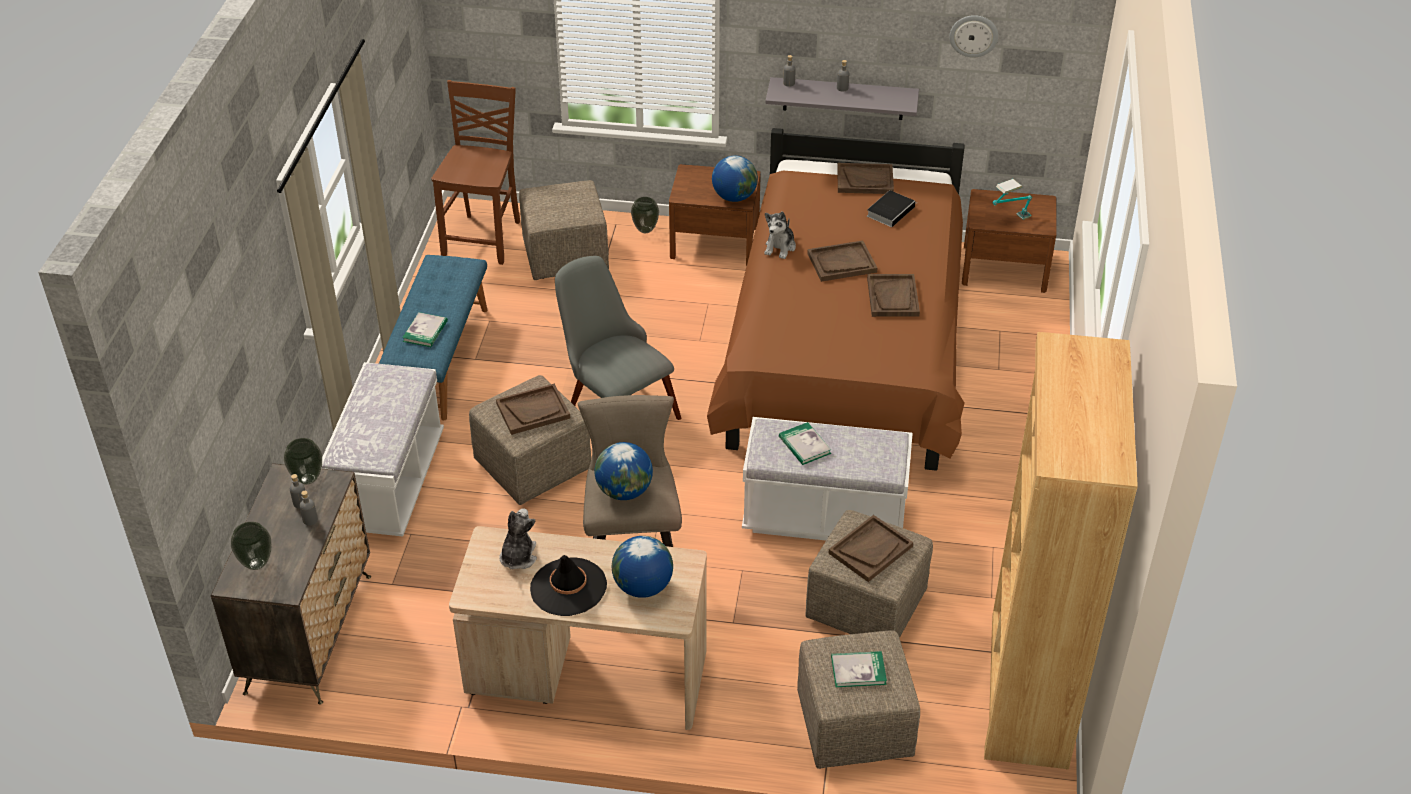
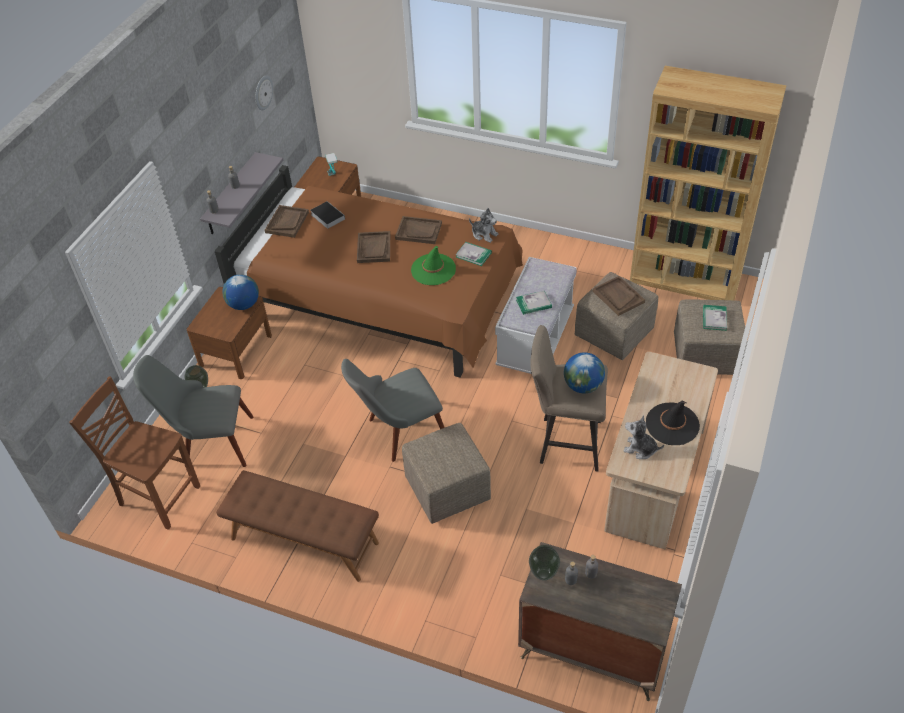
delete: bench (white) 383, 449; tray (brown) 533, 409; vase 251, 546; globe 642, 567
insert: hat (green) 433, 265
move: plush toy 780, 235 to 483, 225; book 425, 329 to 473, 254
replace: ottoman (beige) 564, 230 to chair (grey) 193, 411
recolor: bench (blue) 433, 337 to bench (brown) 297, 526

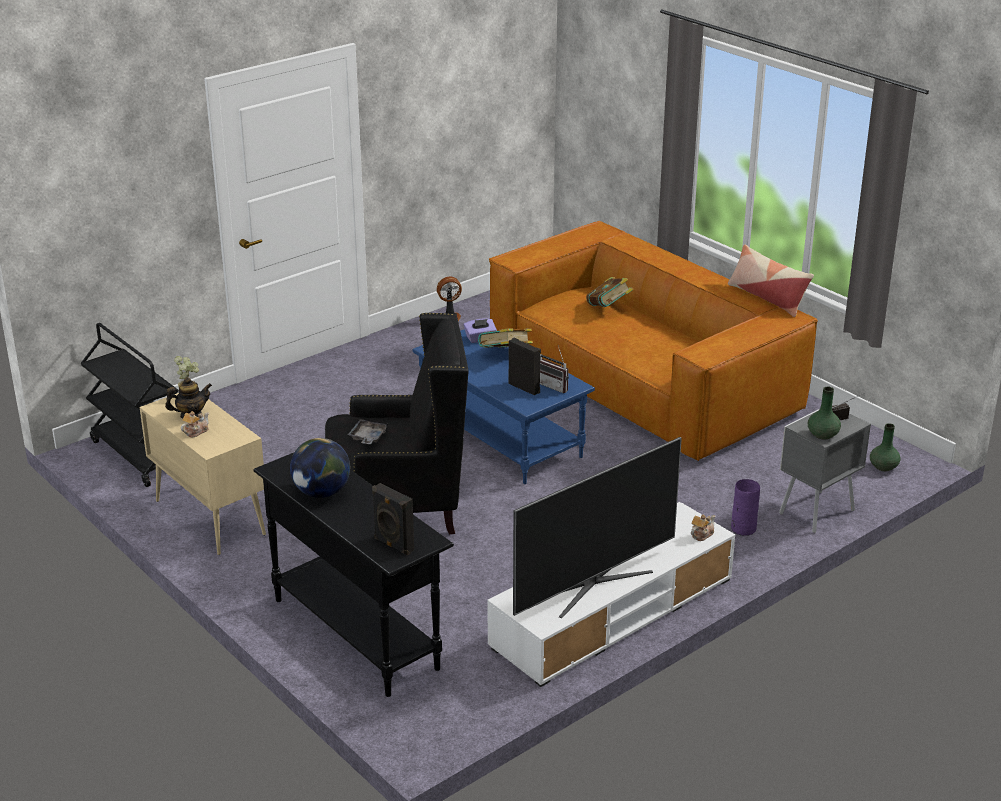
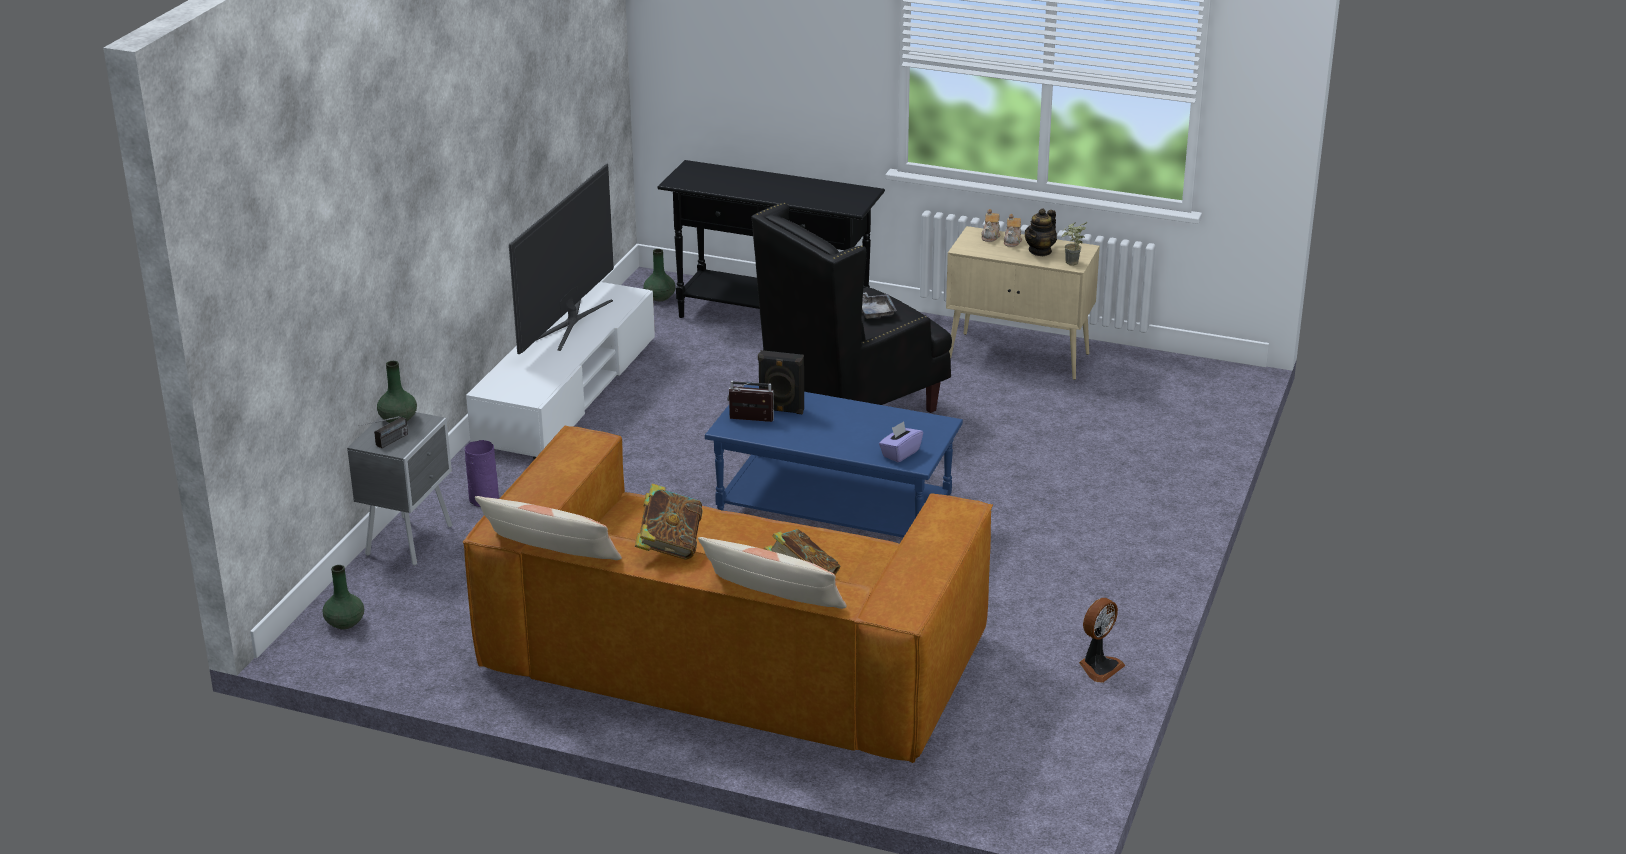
delete: cart (black) 129, 405; globe 320, 468; speaker (black) 393, 519
insert: vase (green) 660, 275; pillow 772, 573
move: book 505, 338 to 669, 521; teapot 703, 528 to 990, 225

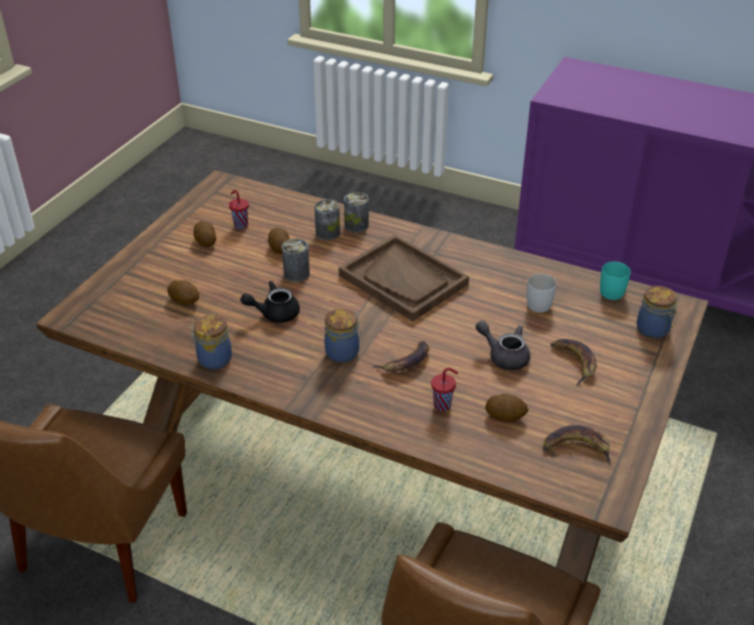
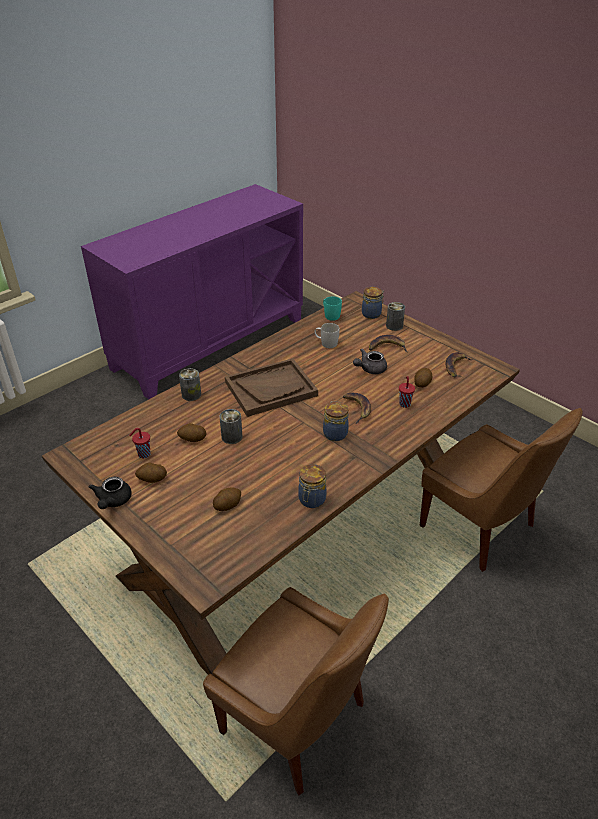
move: can 327, 220 to 395, 316; teapot (black) 270, 302 to 110, 493

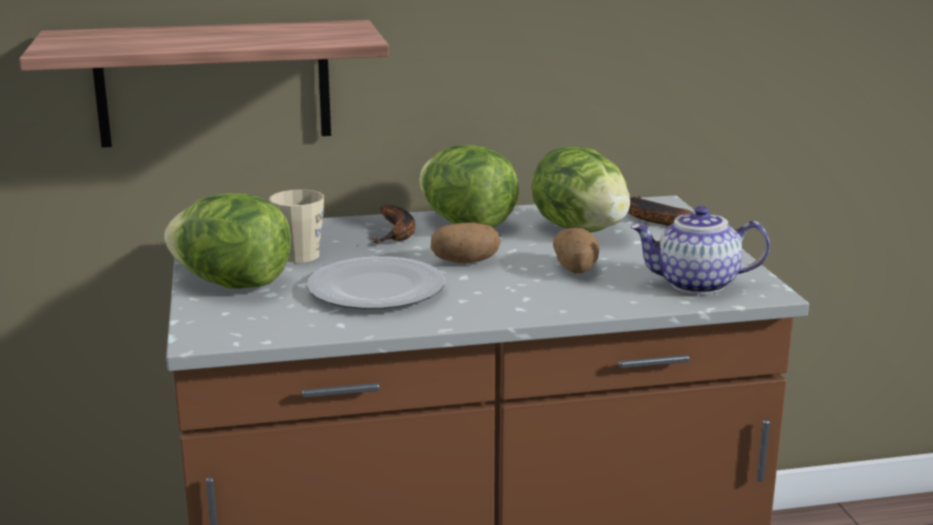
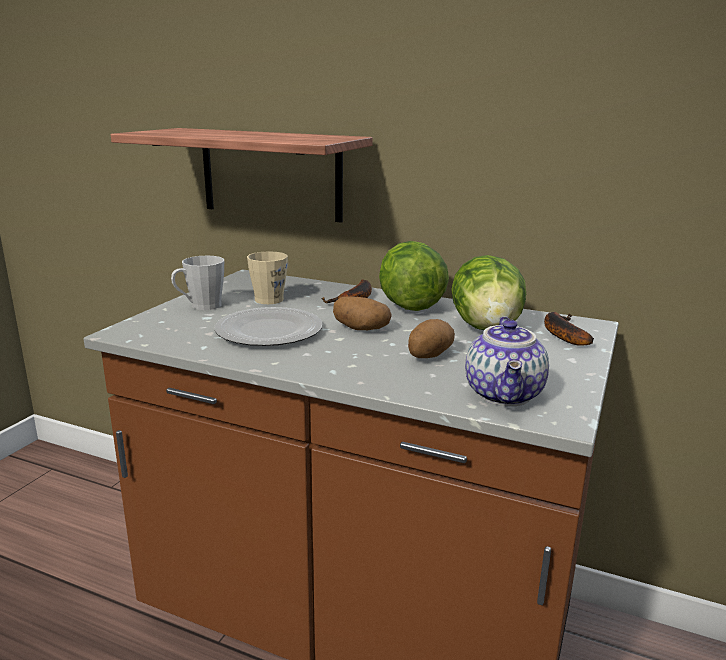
replace: lettuce 227, 241 to mug (grey) 197, 283
rotate: teapot 700, 250 = 507, 361 120 degrees counterclockwise

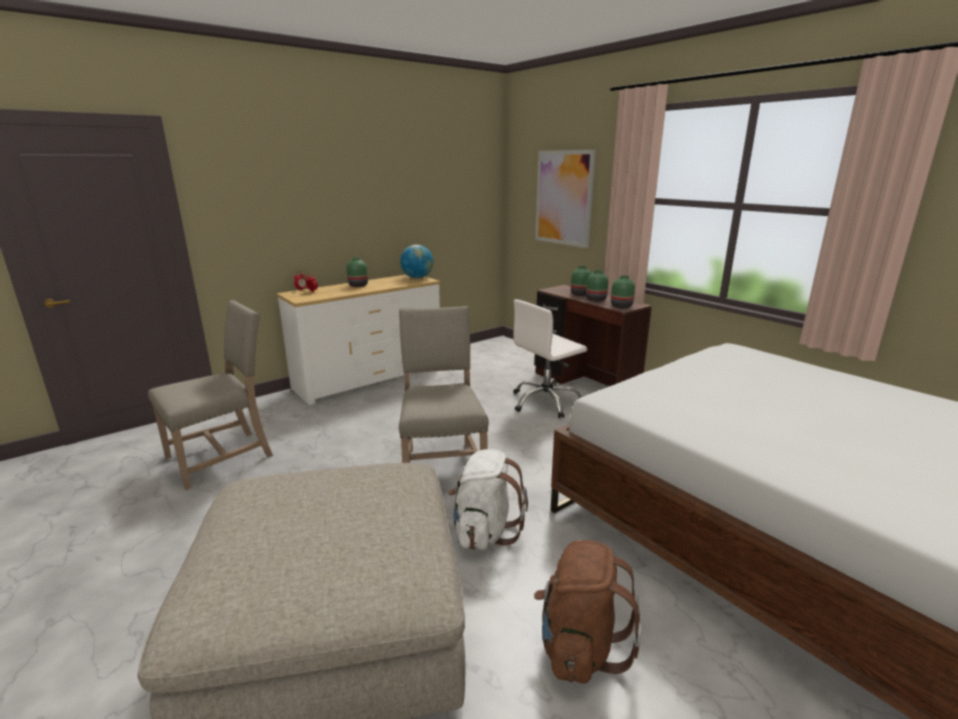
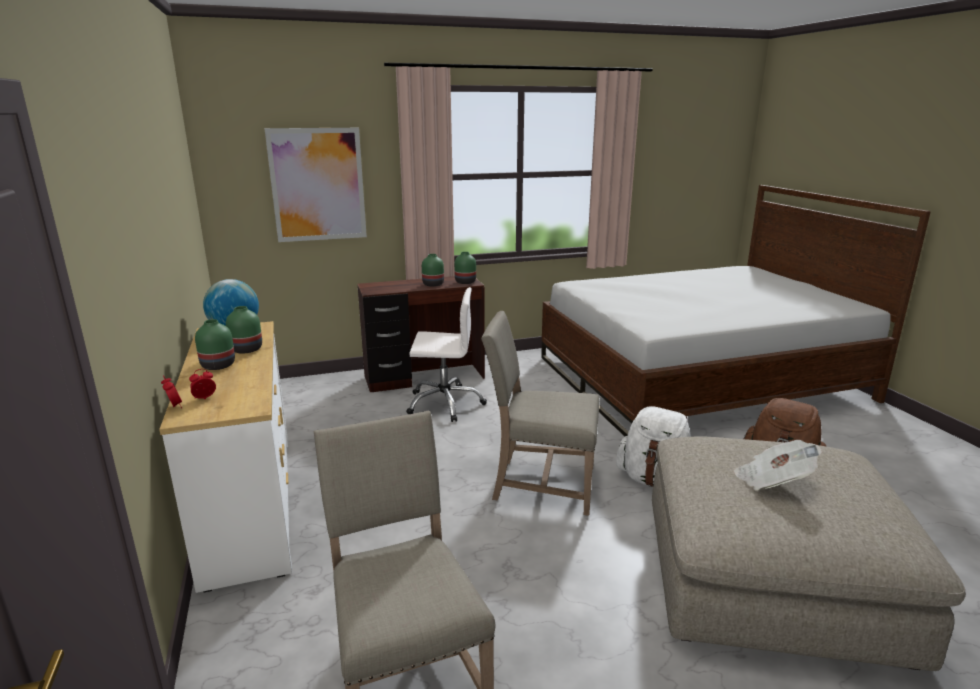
insert: newspaper 778, 465
move: vase (green) 581, 281 to 244, 330
rotate: office chair (white) 550, 358 = 446, 354 75 degrees counterclockwise

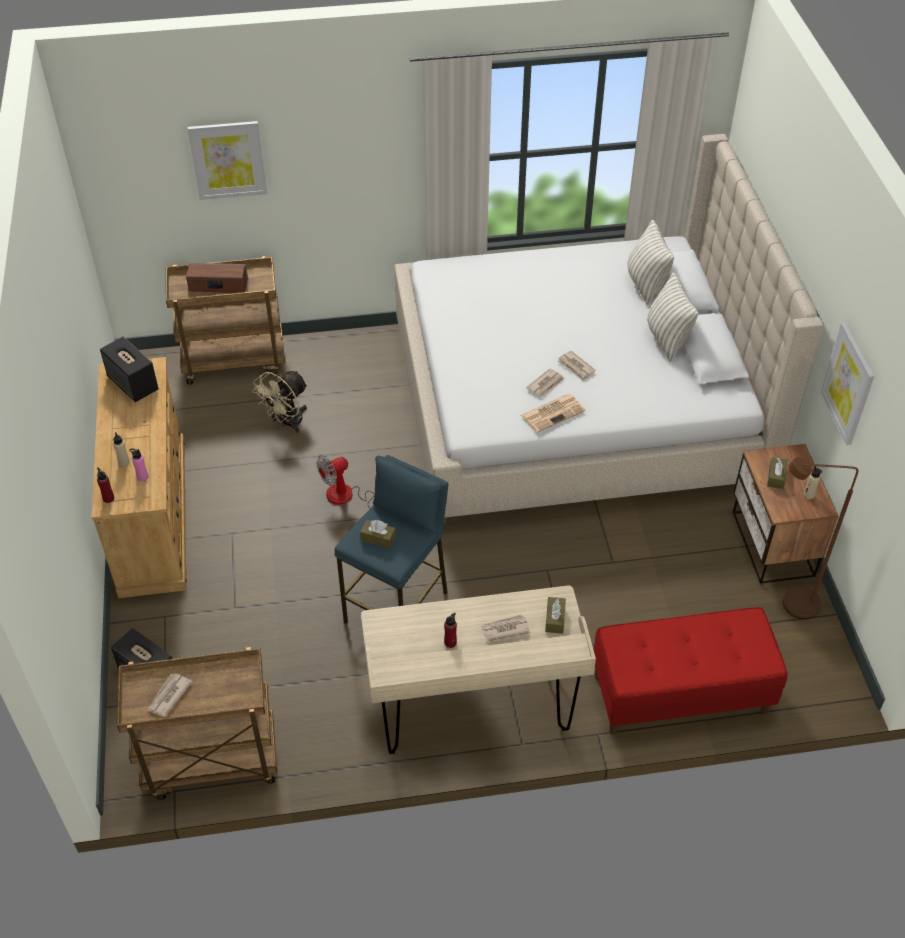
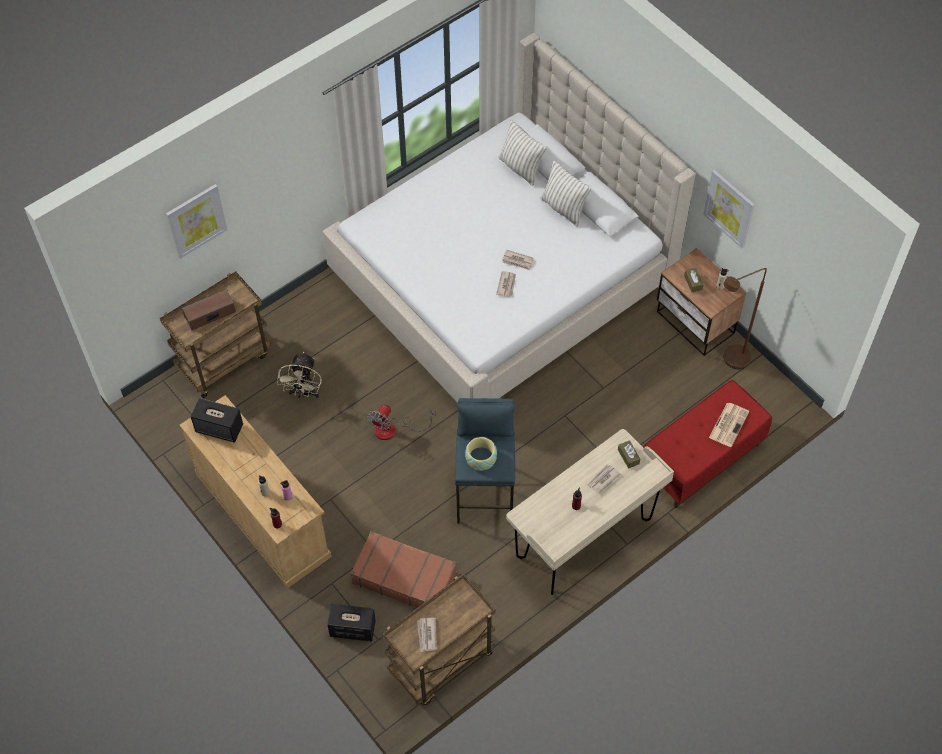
insert: suitcase (brown) 403, 569
move: newspaper 553, 413 to 729, 425
replace: tissue box (brown) 378, 534 to bowl 481, 454

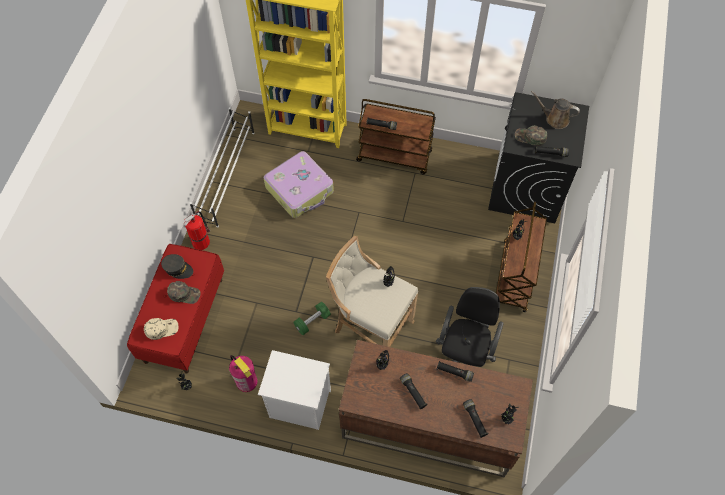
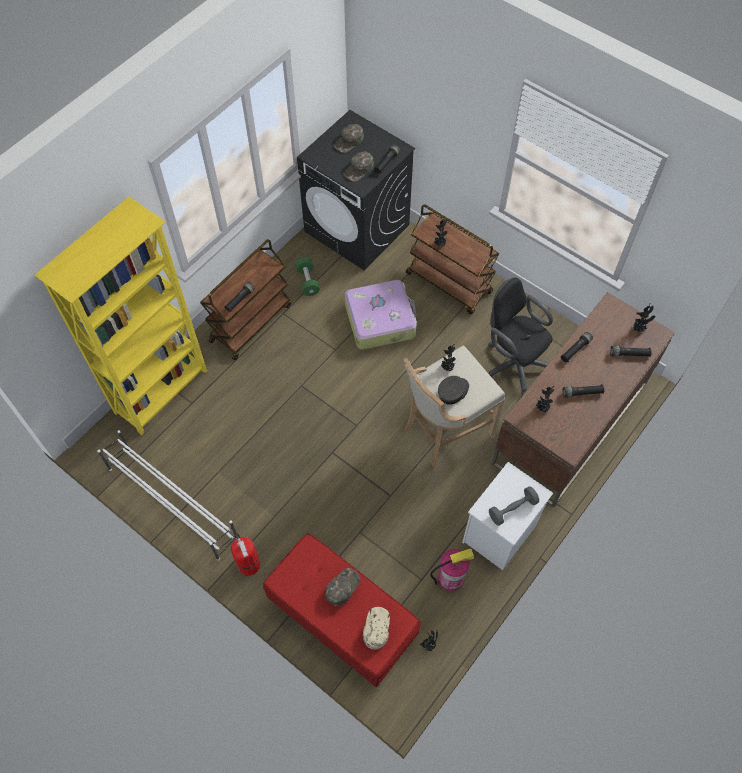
insert: dumbbell (grey) 514, 506
move: suitcase 299, 184 to 381, 315; cap (grey) 177, 266 to 453, 390; dumbbell (green) 312, 318 to 307, 276
replace: watering can (brown) 555, 110 to cap (green) 348, 138

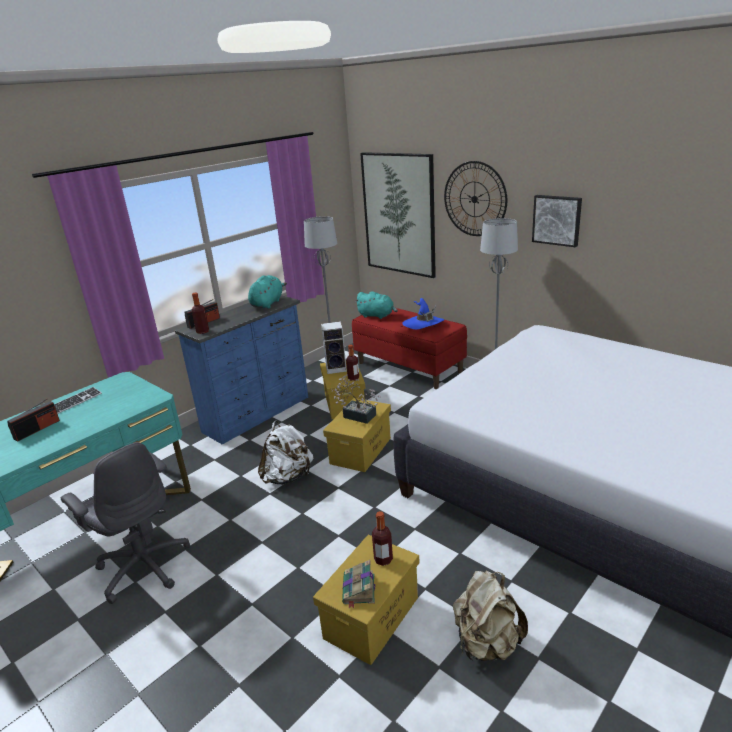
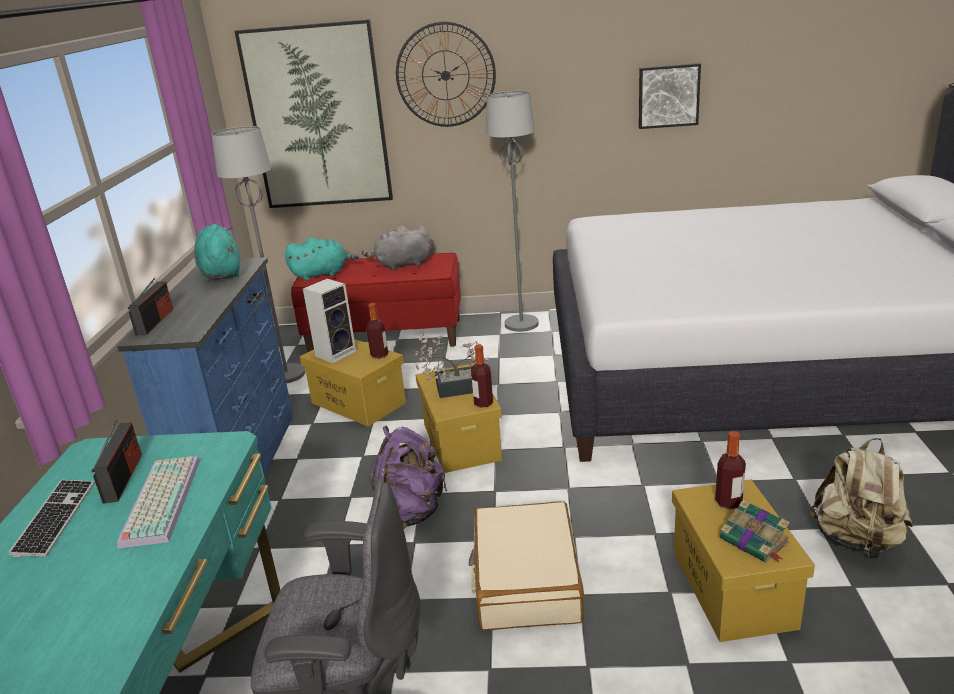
insert: keyboard 158, 502; suitcase (beige) 526, 565
move: picture 557, 221 to 670, 96; bottle 200, 313 to 482, 376; radio 33, 420 to 117, 461
replace: hat (blue) 423, 313 to plush toy (grey) 397, 248
recolor: backpack (white) 285, 453 to backpack (purple) 408, 477

